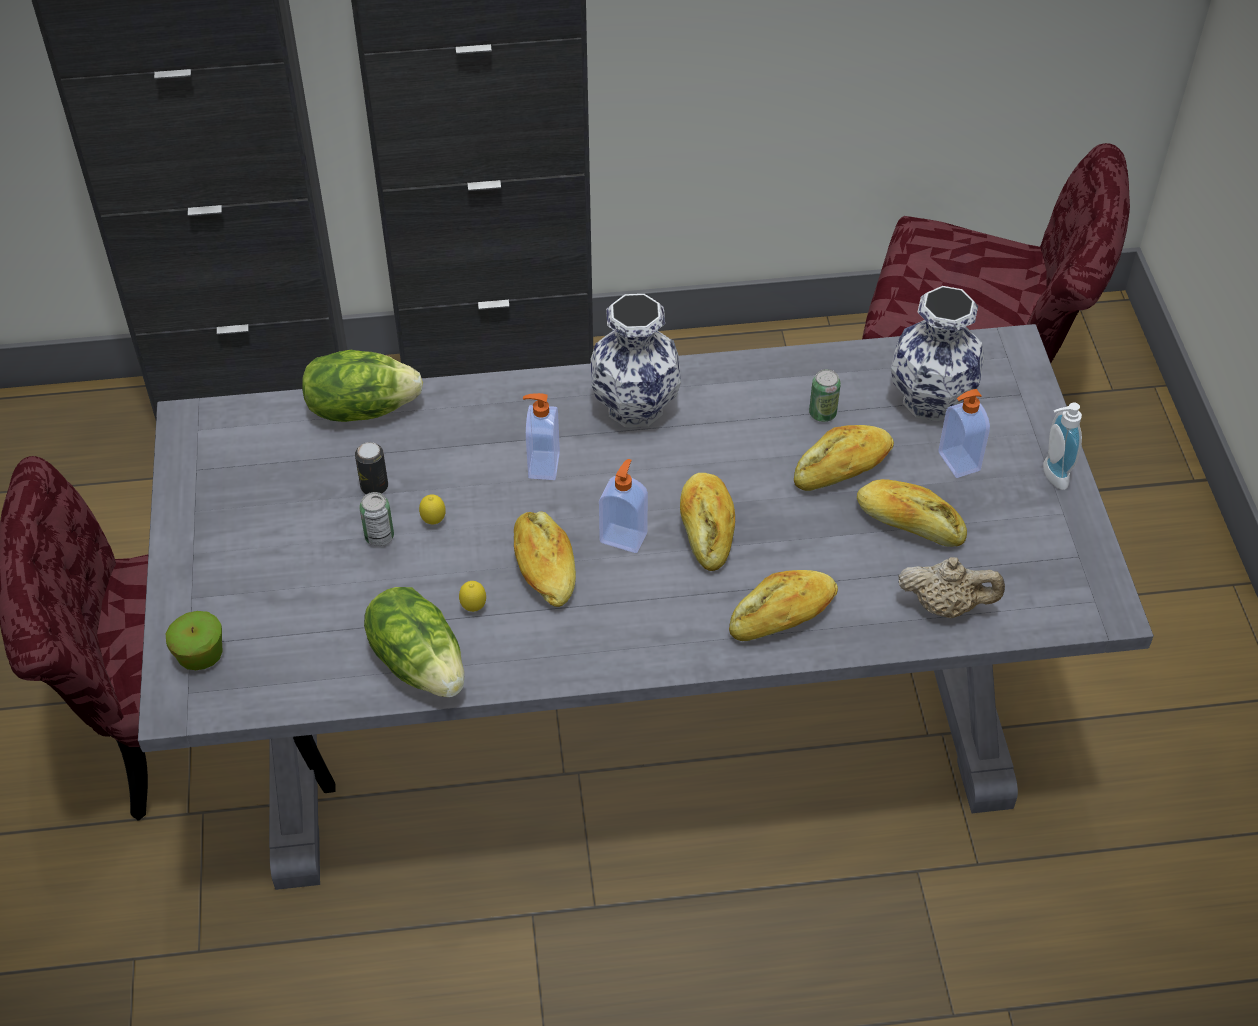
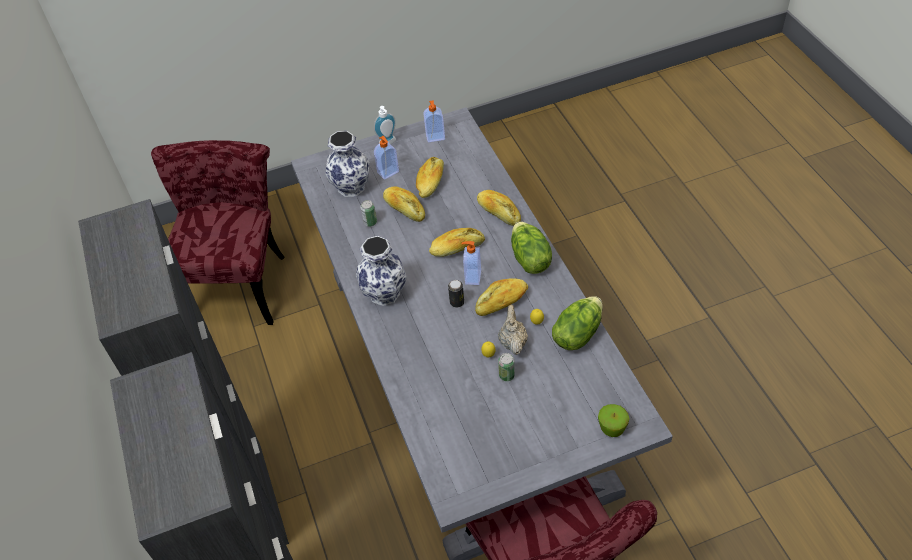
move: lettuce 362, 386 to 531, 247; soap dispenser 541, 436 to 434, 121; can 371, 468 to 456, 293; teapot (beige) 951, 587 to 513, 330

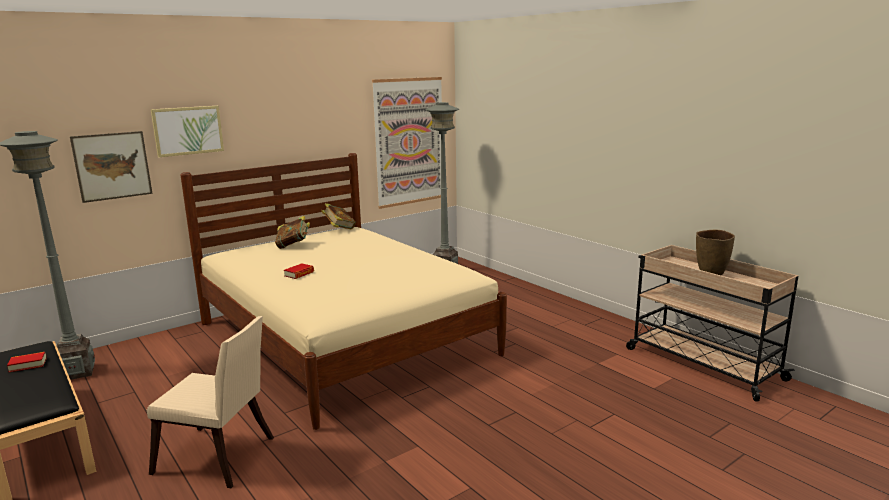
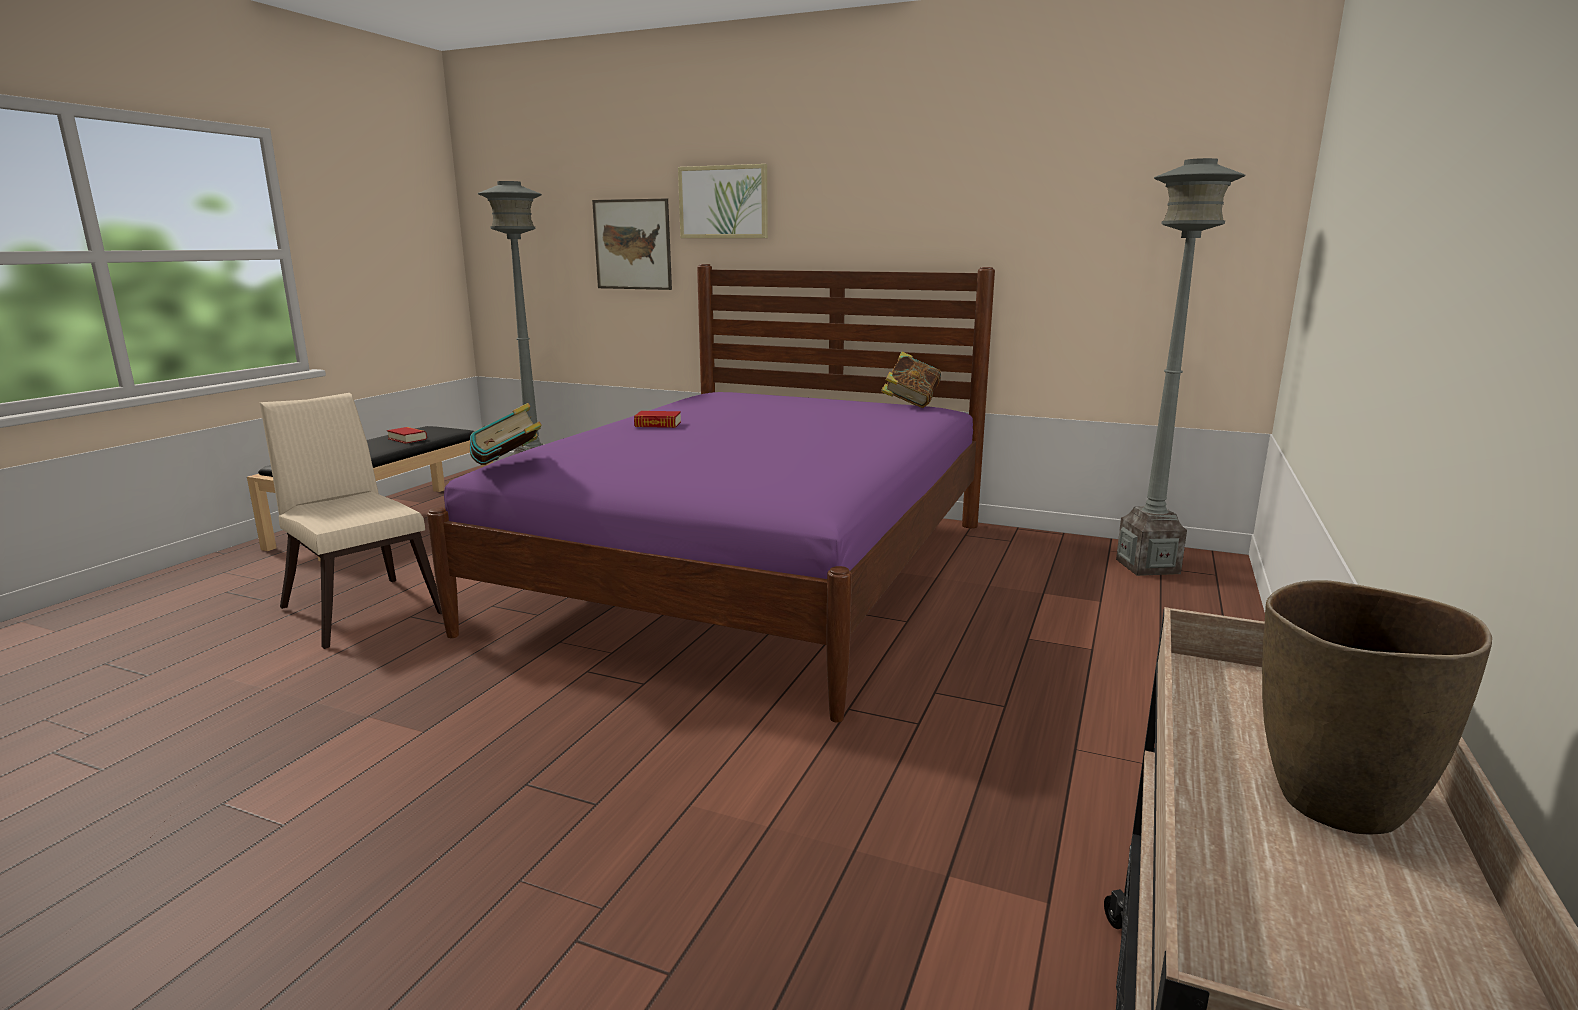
delete: picture 407, 143
move: book 292, 232 to 506, 434
recolor: bed (beige) 343, 291 to bed (purple) 711, 493
rotate: chair (beige) 210, 402 = 351, 521 150 degrees clockwise

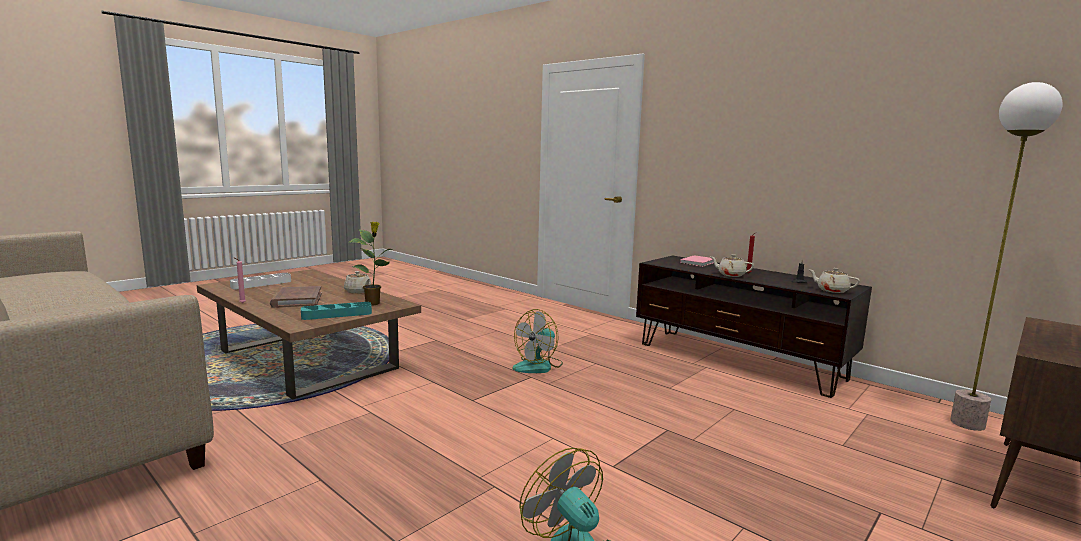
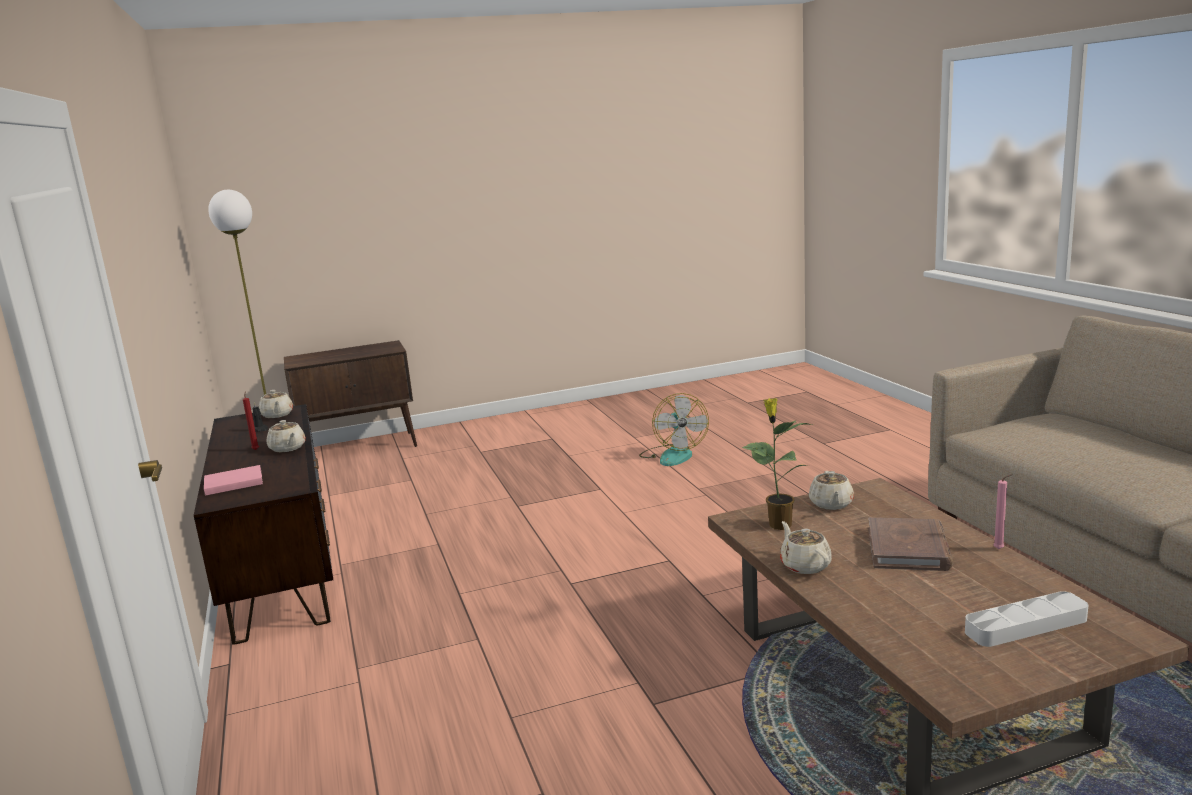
delete: fan 538, 341
replace: tray (turquoise) 336, 311 to teapot (beige) 831, 490

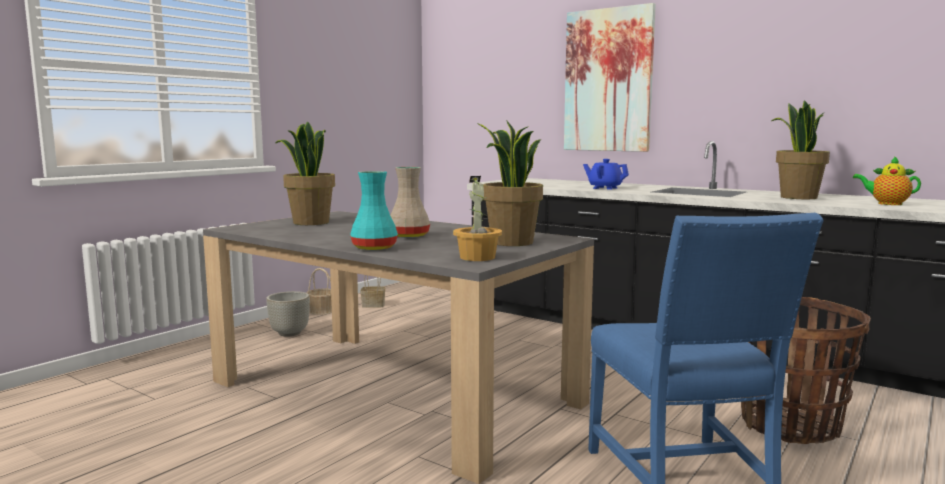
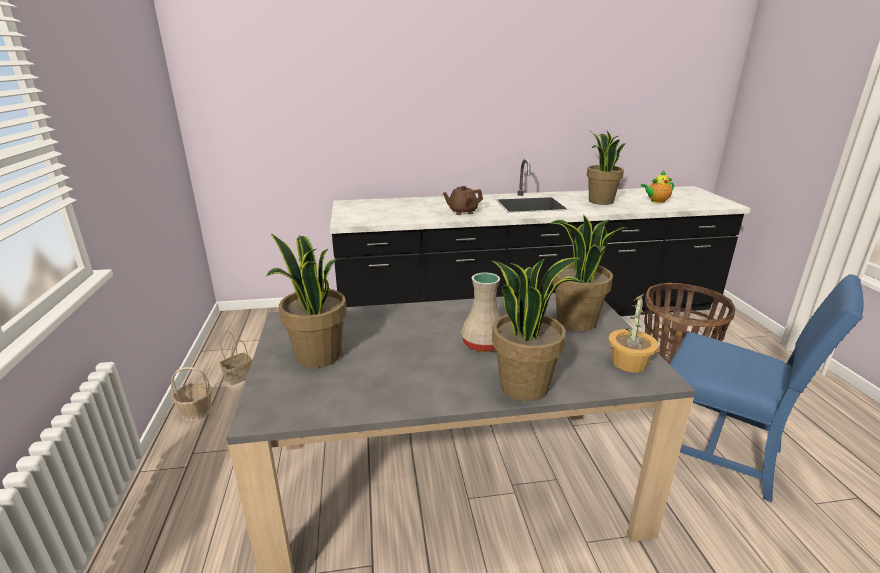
delete: picture 610, 77; planter (grey) 288, 314
replace: vase (turquoise) 374, 210 to potted plant 537, 329
recolor: teapot (blue) 606, 174 to teapot (brown) 463, 200

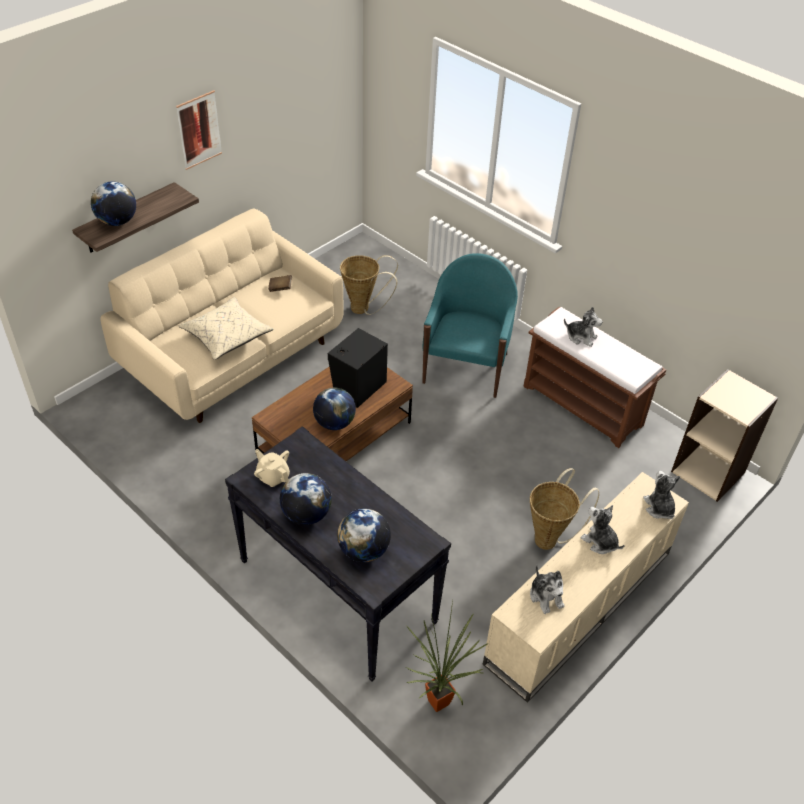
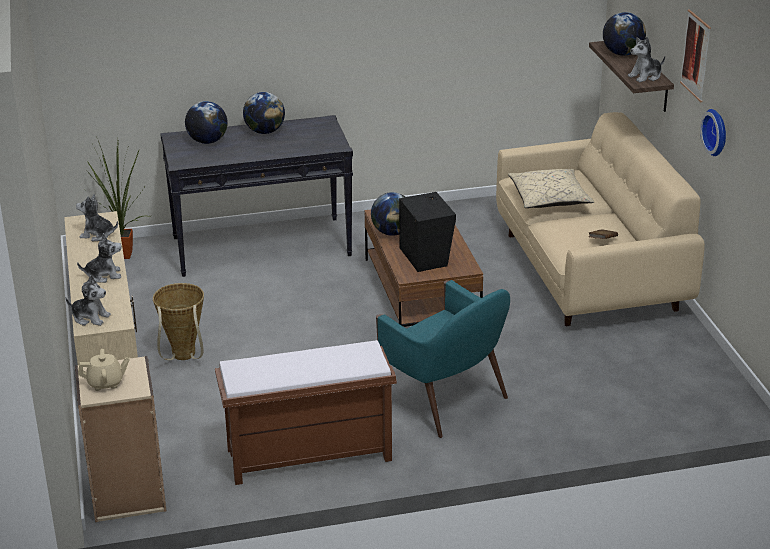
delete: basket 369, 285
insert: wall clock 713, 132
move: plush toy 583, 327 to 646, 59; teapot (beige) 272, 468 to 104, 370

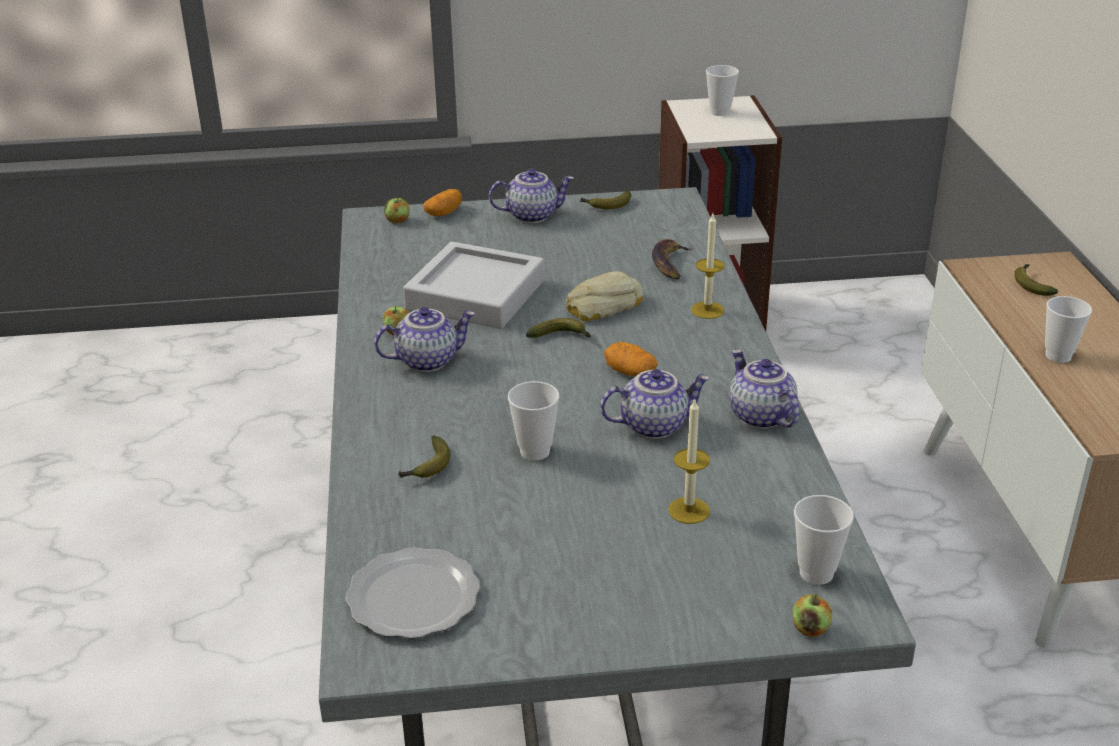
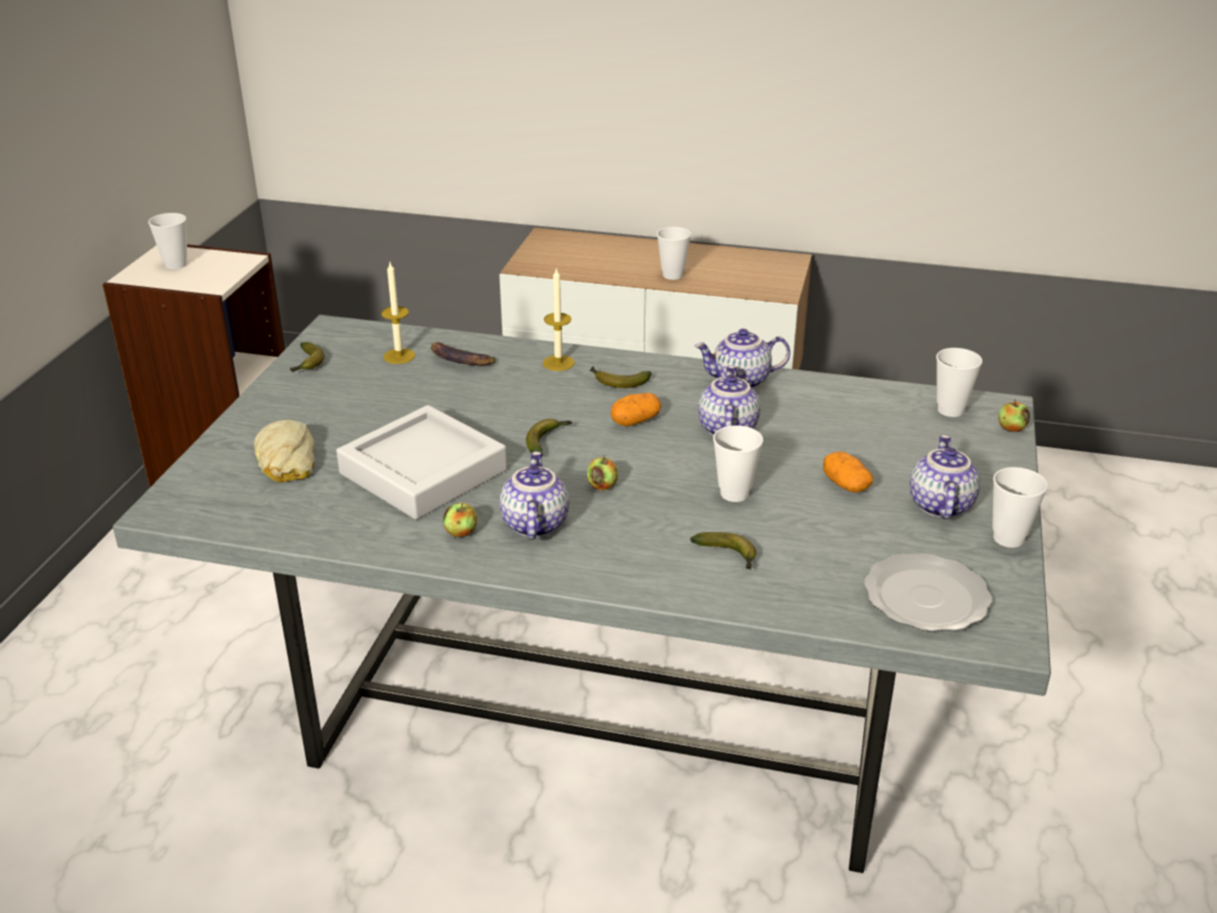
insert: cup 1020, 507
move: teapot 531, 195 to 945, 477; potato 442, 202 to 848, 472; apple 397, 210 to 602, 473; banana 1036, 280 to 621, 377; bread 604, 296 to 284, 451; candle 689, 461 to 398, 313

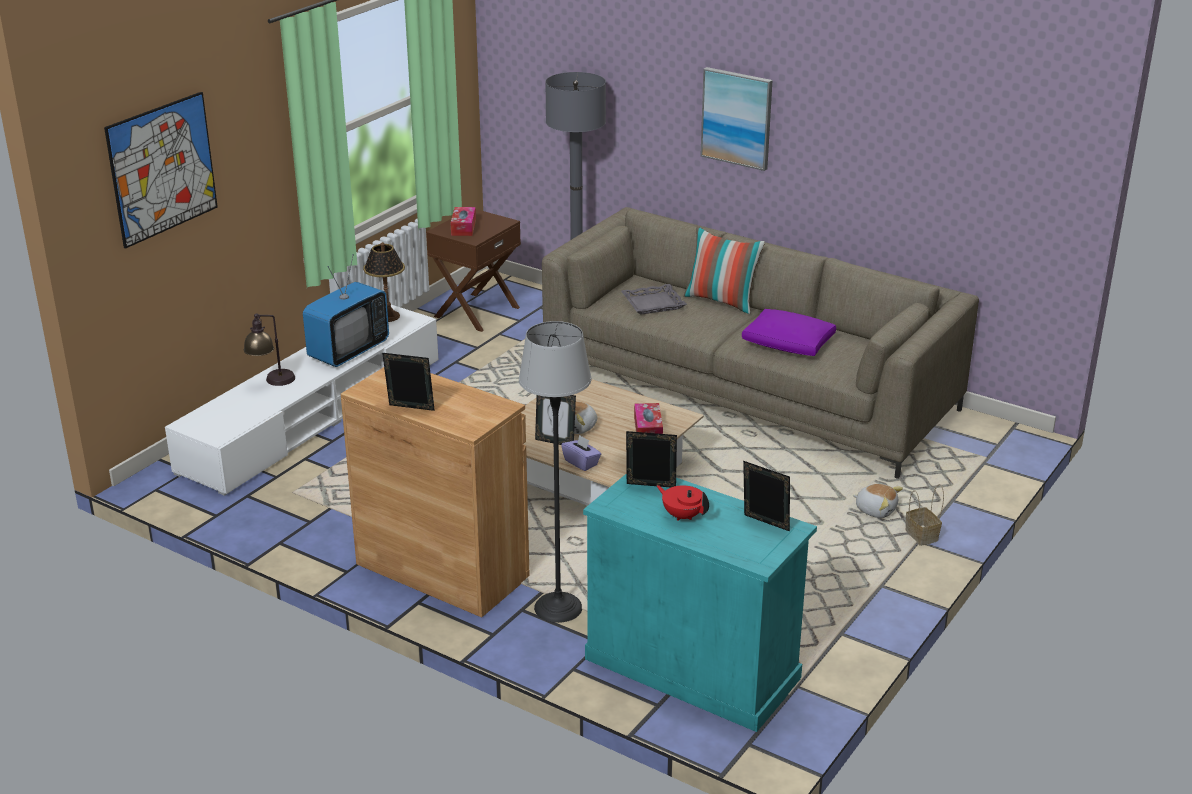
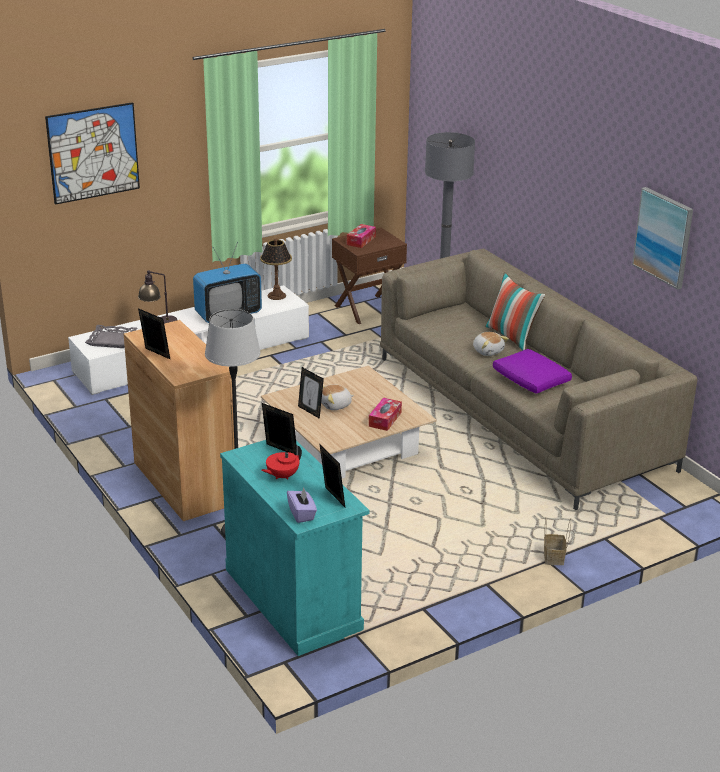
move: picture 736, 119 to 662, 238; tray (grey) 654, 299 to 111, 336; tissue box (purple) 581, 452 to 302, 505; plush toy 878, 501 to 491, 344
rotate: teapot (red) 683, 503 = 281, 462 105 degrees counterclockwise

